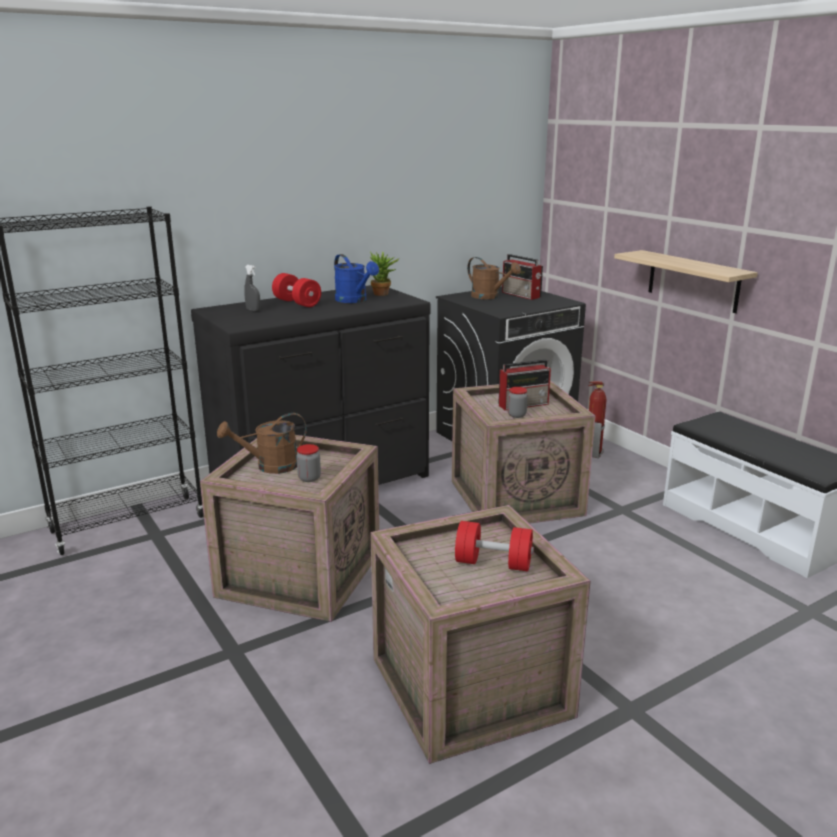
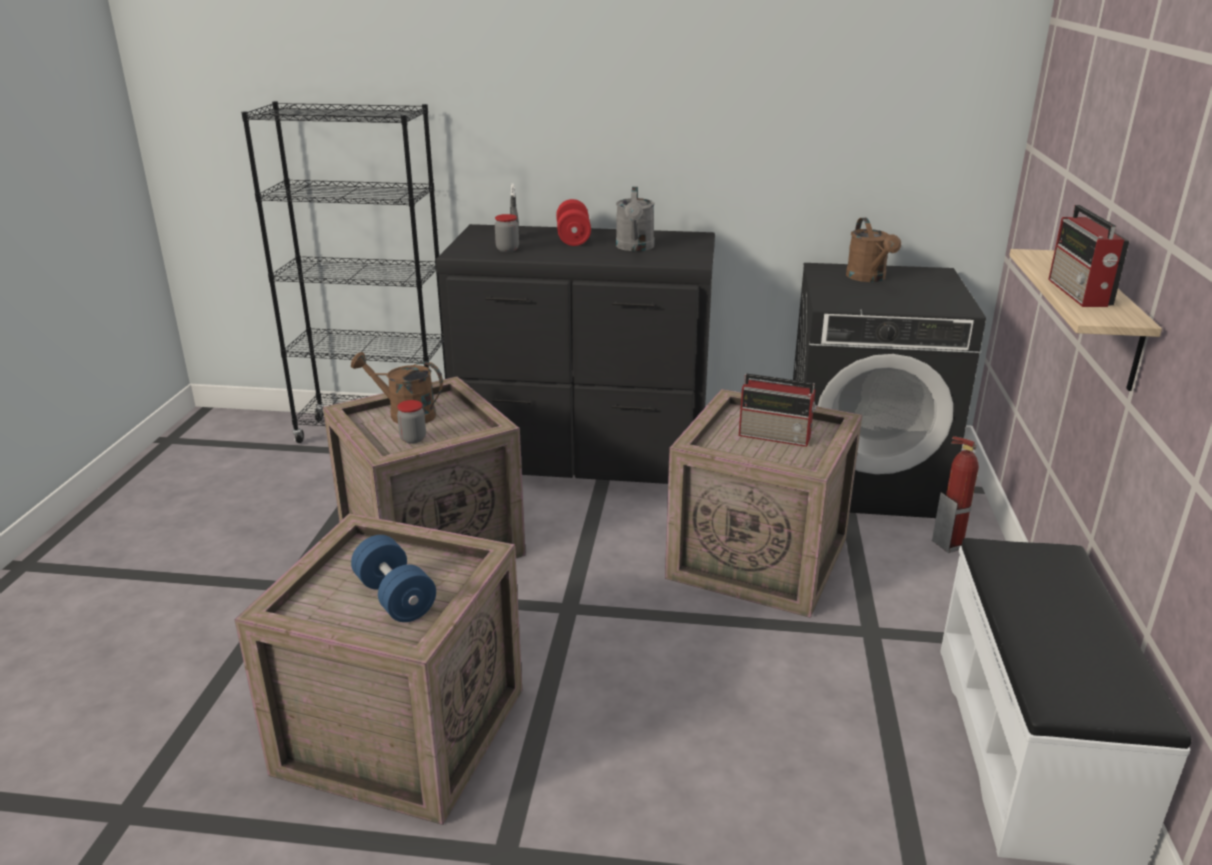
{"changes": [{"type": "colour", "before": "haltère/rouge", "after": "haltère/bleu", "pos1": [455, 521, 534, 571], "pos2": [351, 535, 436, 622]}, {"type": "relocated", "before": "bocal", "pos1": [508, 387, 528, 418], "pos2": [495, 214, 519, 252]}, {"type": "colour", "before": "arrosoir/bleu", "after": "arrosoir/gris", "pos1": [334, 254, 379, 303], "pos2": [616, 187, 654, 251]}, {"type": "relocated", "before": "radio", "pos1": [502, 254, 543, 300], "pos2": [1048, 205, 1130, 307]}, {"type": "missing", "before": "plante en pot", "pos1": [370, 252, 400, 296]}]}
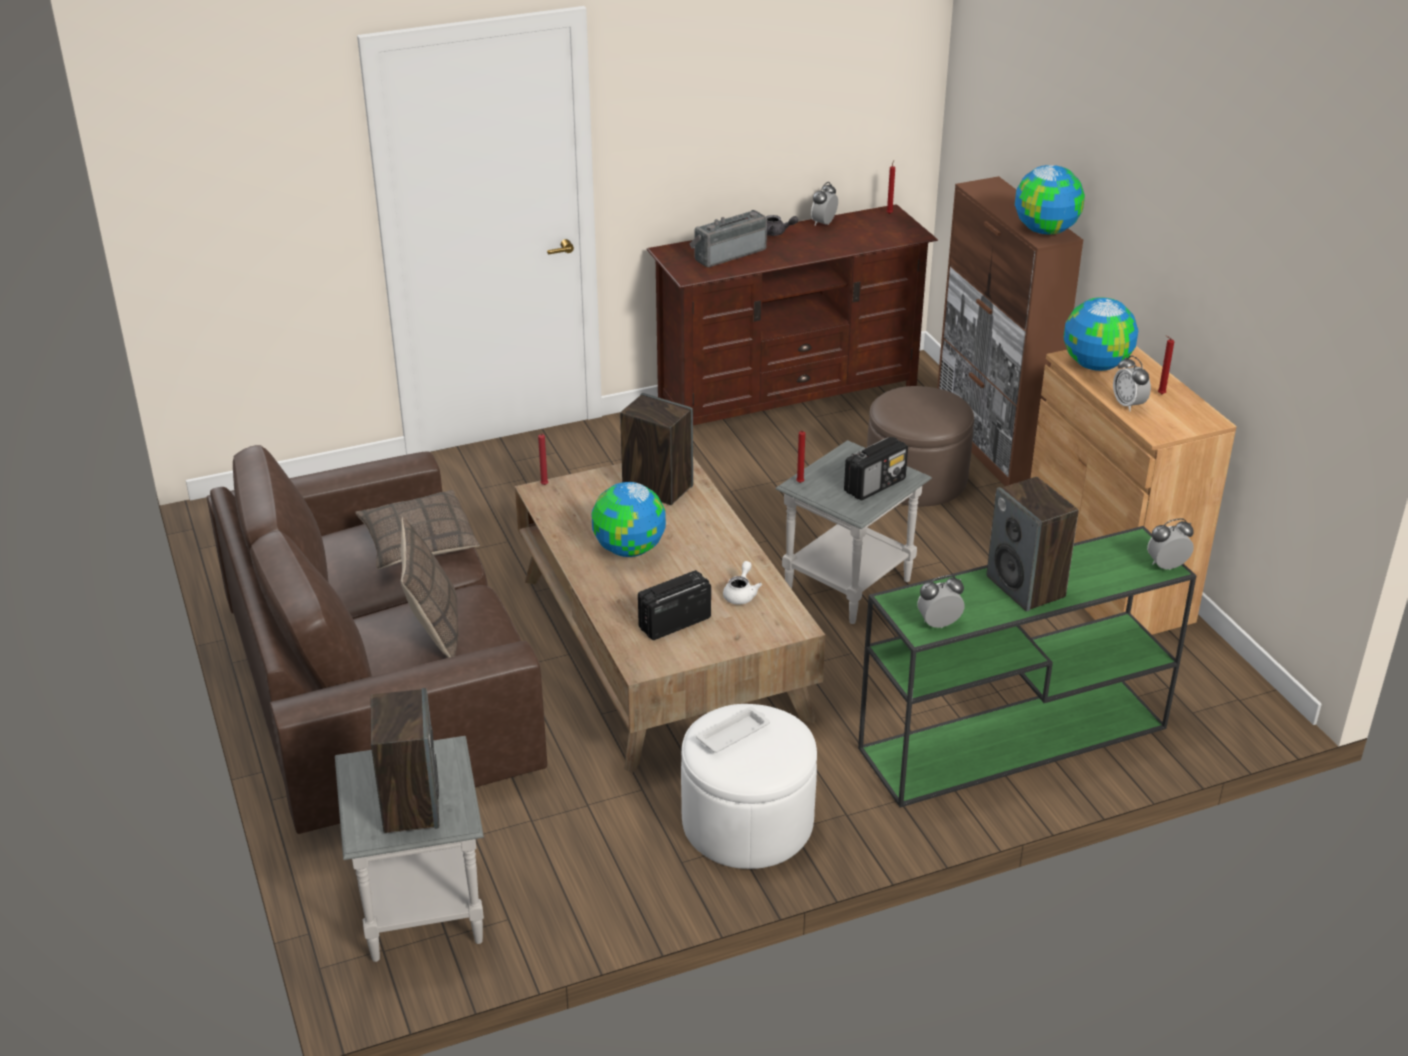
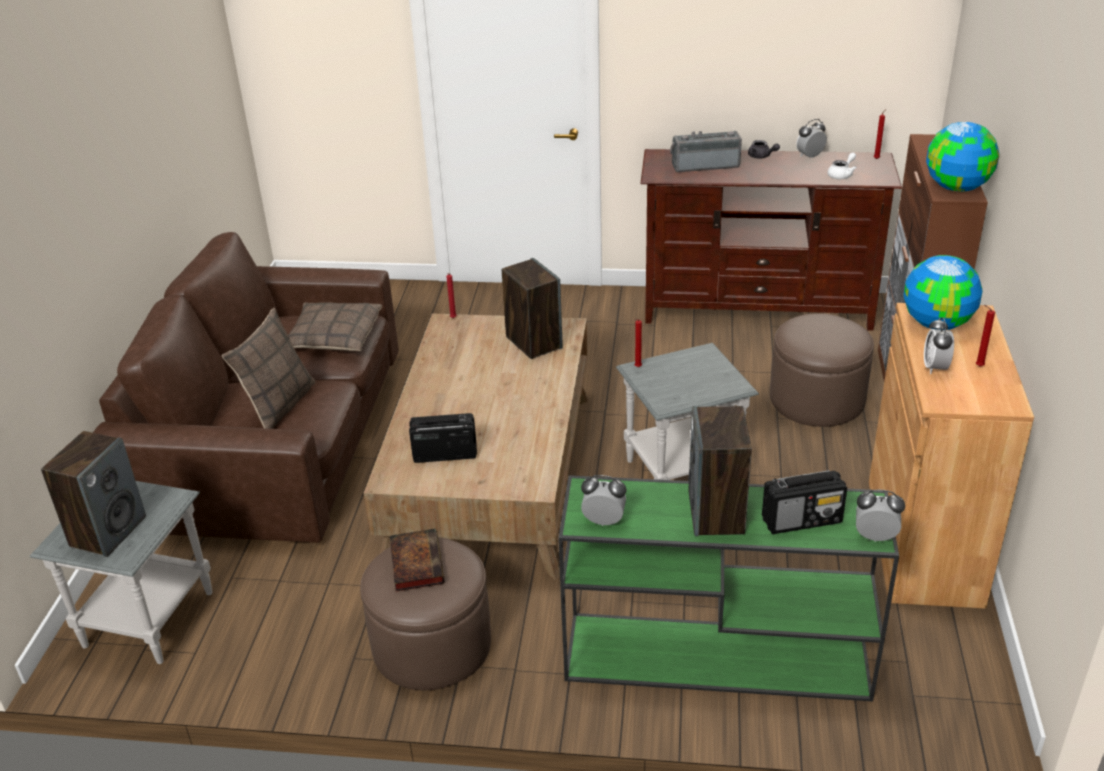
{"changes": [{"type": "colour", "before": "pouf/blanc", "after": "pouf/marron", "pos1": [681, 704, 817, 869], "pos2": [360, 537, 491, 690]}, {"type": "exchanged", "before": "plateau/blanc", "after": "livre", "pos1": [696, 707, 770, 753], "pos2": [390, 529, 445, 591]}, {"type": "relocated", "before": "radio", "pos1": [844, 437, 908, 501], "pos2": [762, 470, 847, 534]}, {"type": "relocated", "before": "théière/blanc", "pos1": [723, 561, 762, 605], "pos2": [827, 152, 857, 180]}, {"type": "missing", "before": "globe", "pos1": [591, 482, 666, 557]}]}
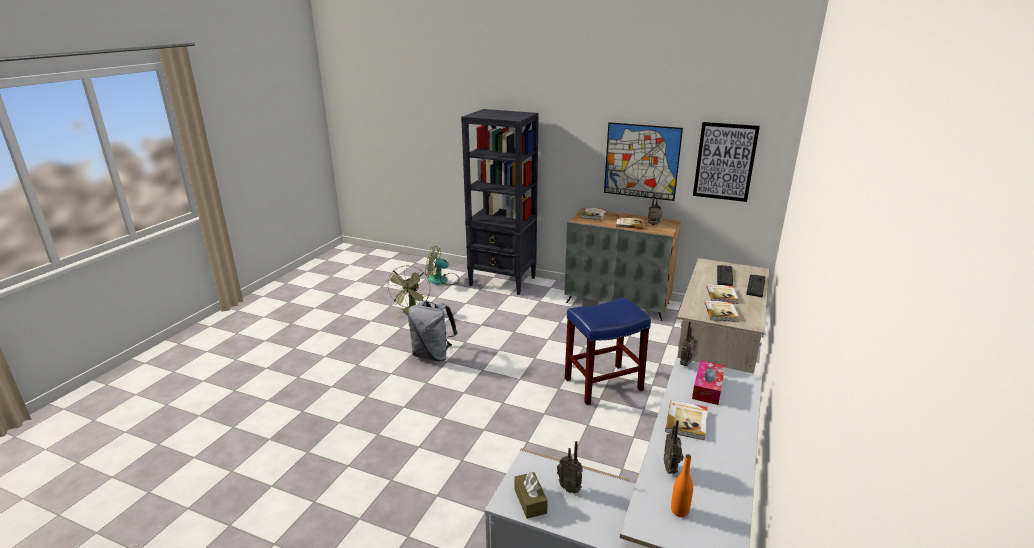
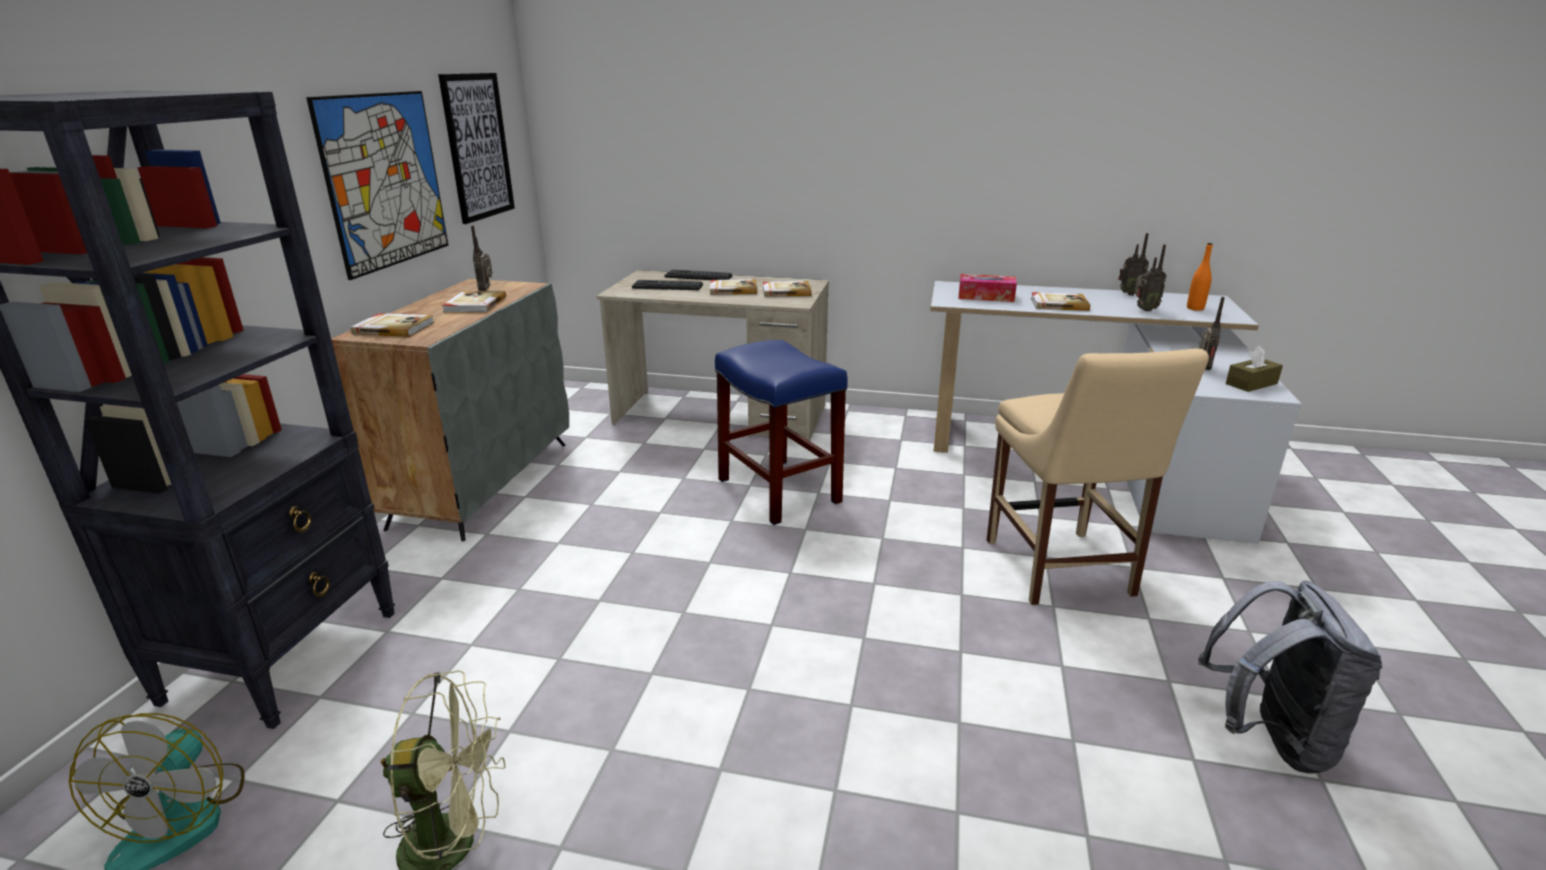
{"changes": [{"type": "appeared", "after": "chaise/beige", "pos2": [987, 349, 1209, 605]}, {"type": "relocated", "before": "radio", "pos1": [680, 321, 698, 366], "pos2": [1118, 233, 1149, 296]}, {"type": "relocated", "before": "sac à dos/gris", "pos1": [408, 300, 457, 361], "pos2": [1198, 580, 1382, 774]}]}
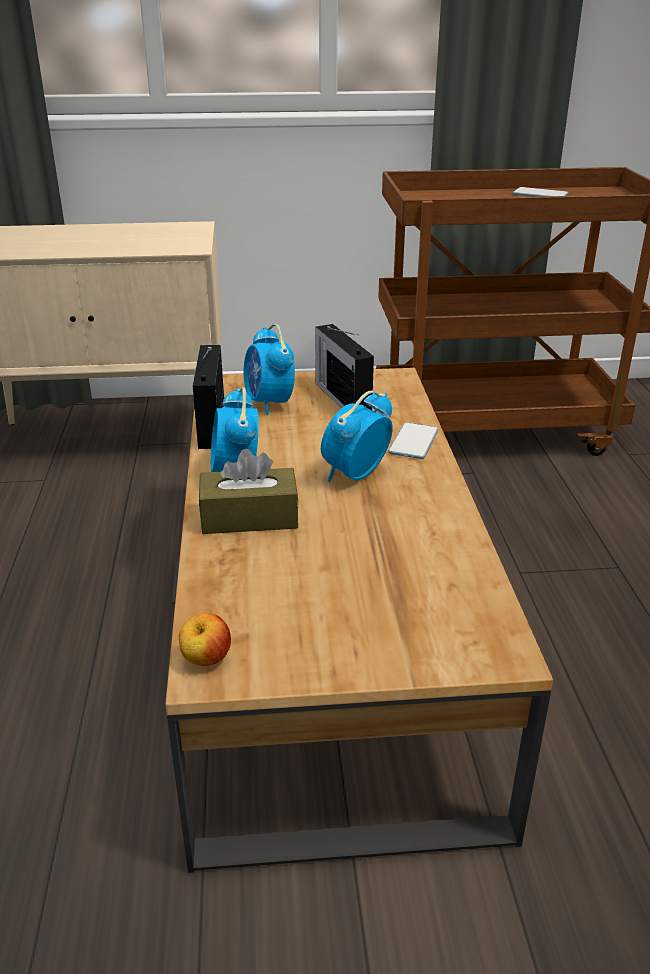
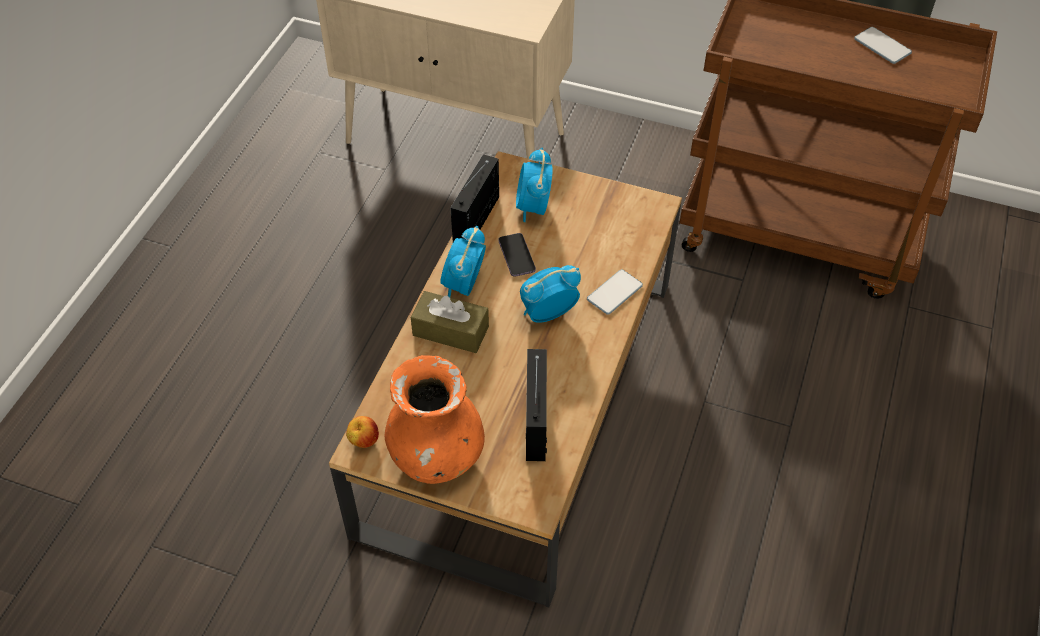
{"changes": [{"type": "appeared", "after": "vase/orange", "pos2": [385, 355, 485, 484]}, {"type": "appeared", "after": "téléphone", "pos2": [498, 233, 536, 277]}, {"type": "relocated", "before": "radio", "pos1": [315, 324, 374, 410], "pos2": [526, 349, 547, 461]}]}
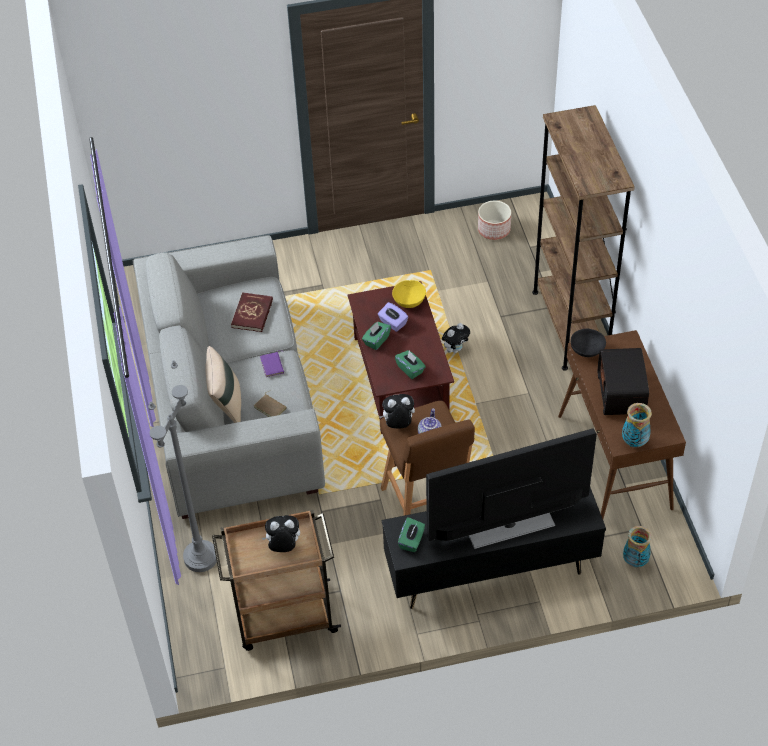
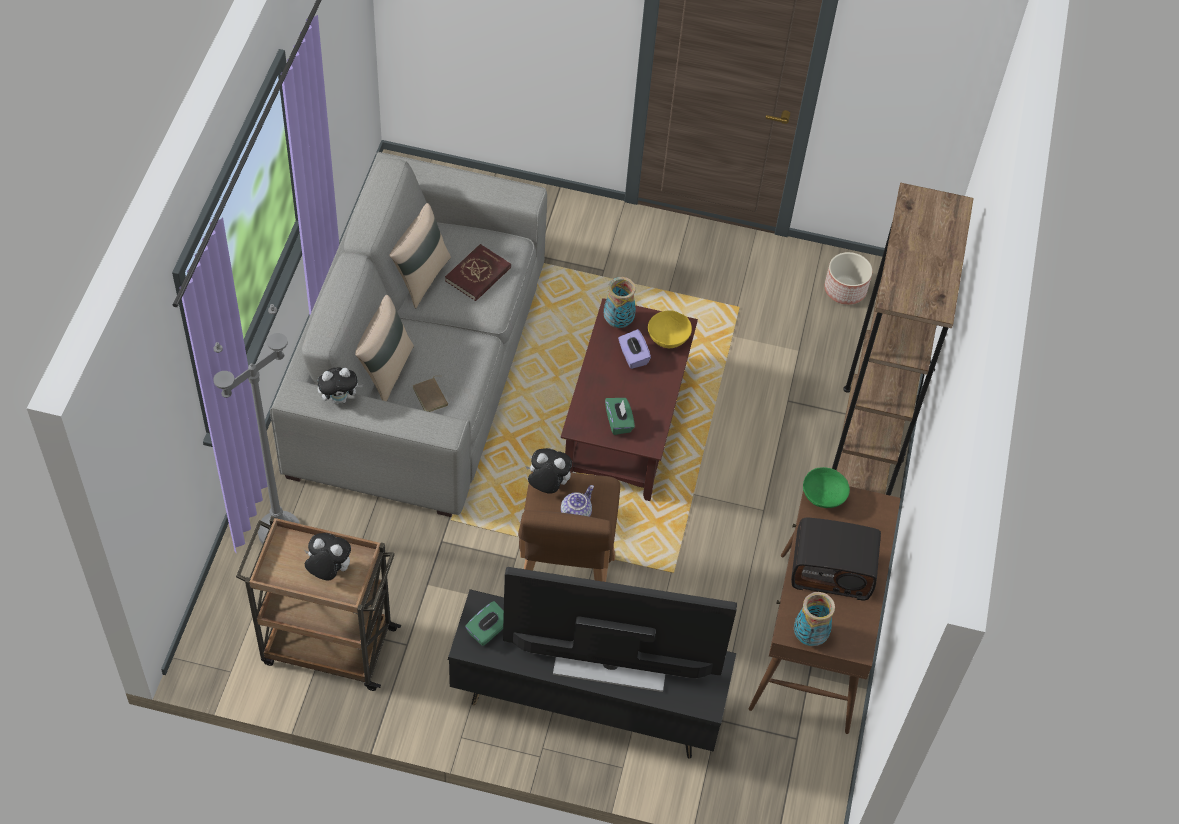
{"changes": [{"type": "relocated", "before": "peluche", "pos1": [442, 323, 470, 353], "pos2": [317, 367, 363, 404]}, {"type": "appeared", "after": "coussin/beige", "pos2": [390, 203, 451, 308]}, {"type": "relocated", "before": "vase", "pos1": [623, 526, 652, 568], "pos2": [604, 277, 636, 328]}, {"type": "spun", "before": "radio", "pos1": [598, 348, 649, 415], "pos2": [791, 517, 881, 601], "turn": -105}, {"type": "colour", "before": "bol/noir", "after": "bol/vert", "pos1": [571, 329, 606, 357], "pos2": [803, 467, 850, 508]}, {"type": "missing", "before": "livre/violet", "pos1": [260, 351, 284, 377]}, {"type": "missing", "before": "boîte à mouchoirs/vert", "pos1": [362, 321, 391, 350]}]}
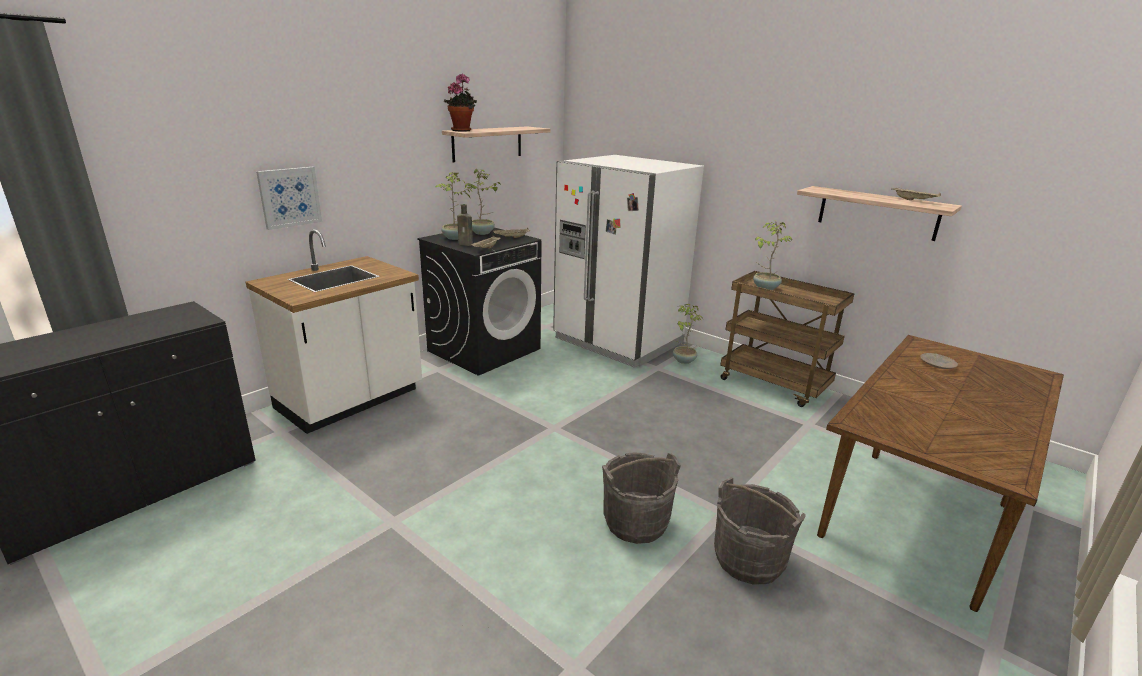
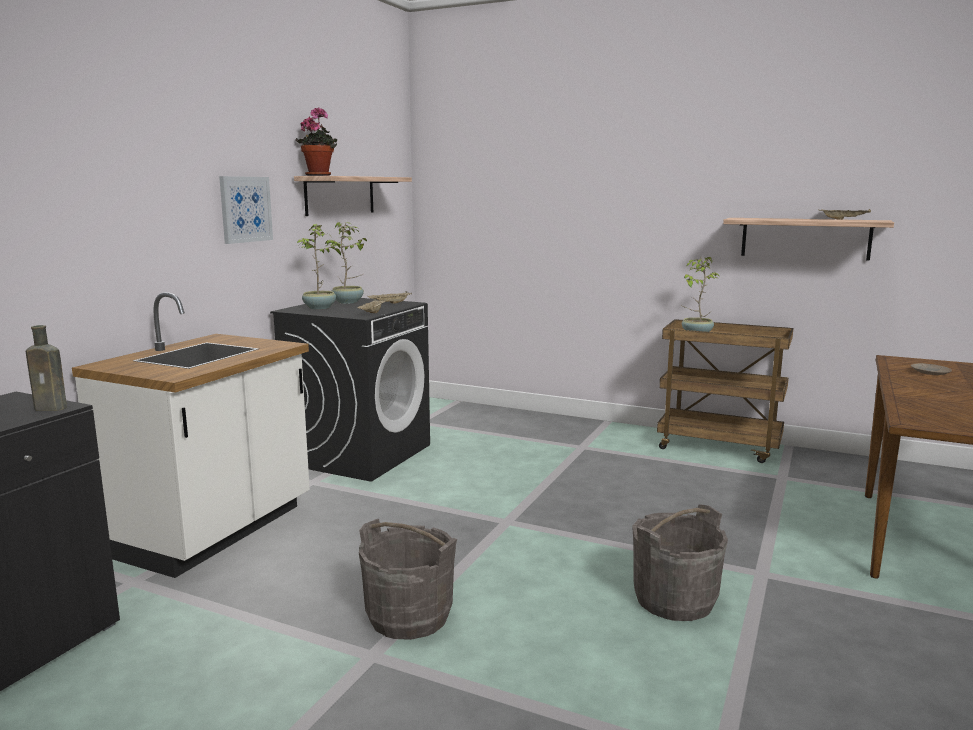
{"changes": [{"type": "relocated", "before": "bouteille/marron", "pos1": [457, 204, 473, 246], "pos2": [26, 325, 67, 411]}, {"type": "relocated", "before": "tableau", "pos1": [256, 167, 322, 230], "pos2": [219, 176, 273, 244]}, {"type": "relocated", "before": "seau/gris", "pos1": [714, 477, 806, 585], "pos2": [359, 519, 457, 640]}, {"type": "missing", "before": "réfrigérateur/blanc", "pos1": [553, 155, 704, 368]}, {"type": "missing", "before": "plante en pot", "pos1": [673, 304, 703, 364]}]}
